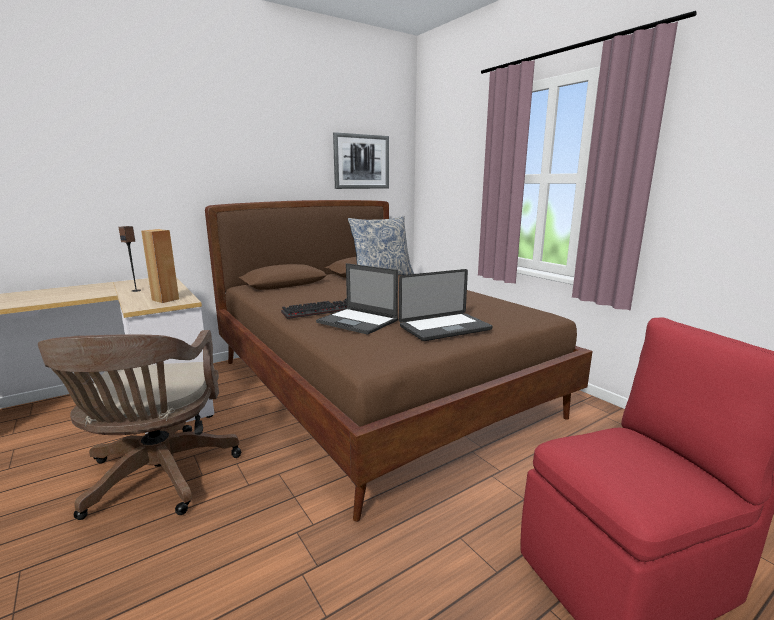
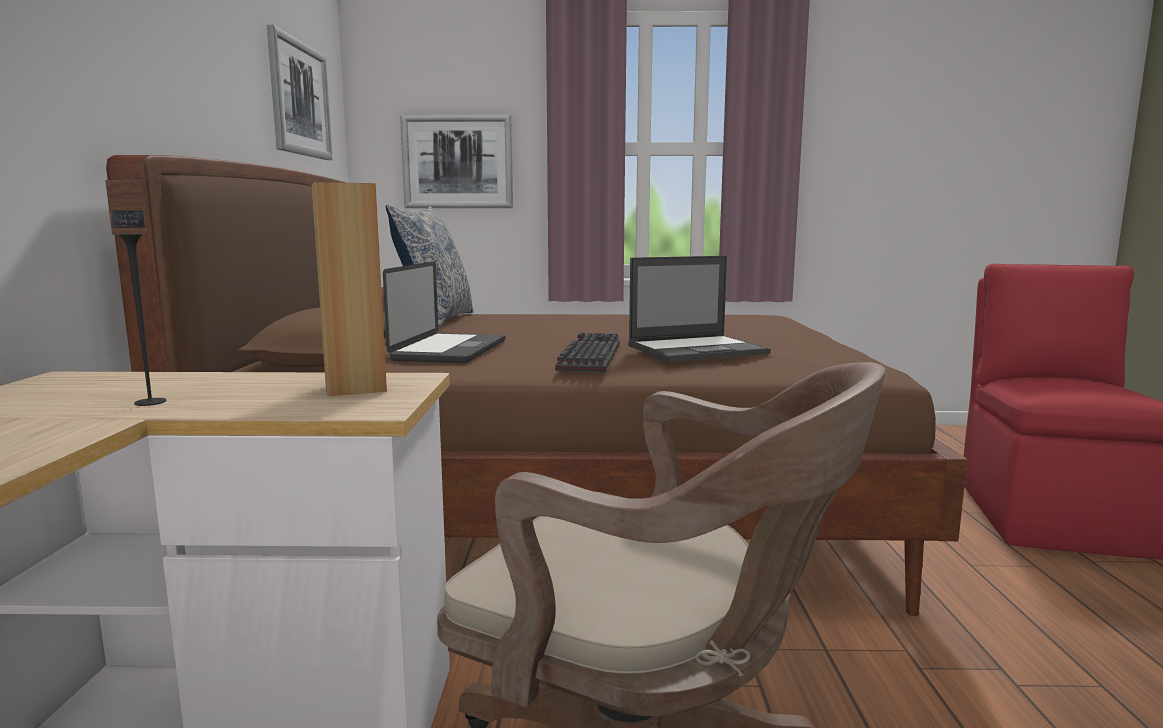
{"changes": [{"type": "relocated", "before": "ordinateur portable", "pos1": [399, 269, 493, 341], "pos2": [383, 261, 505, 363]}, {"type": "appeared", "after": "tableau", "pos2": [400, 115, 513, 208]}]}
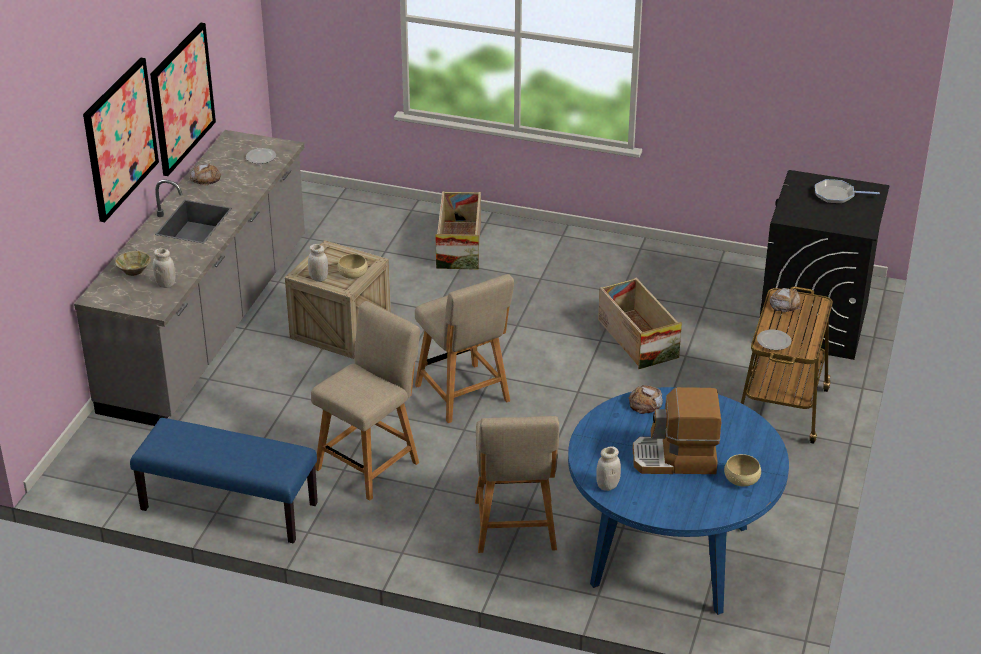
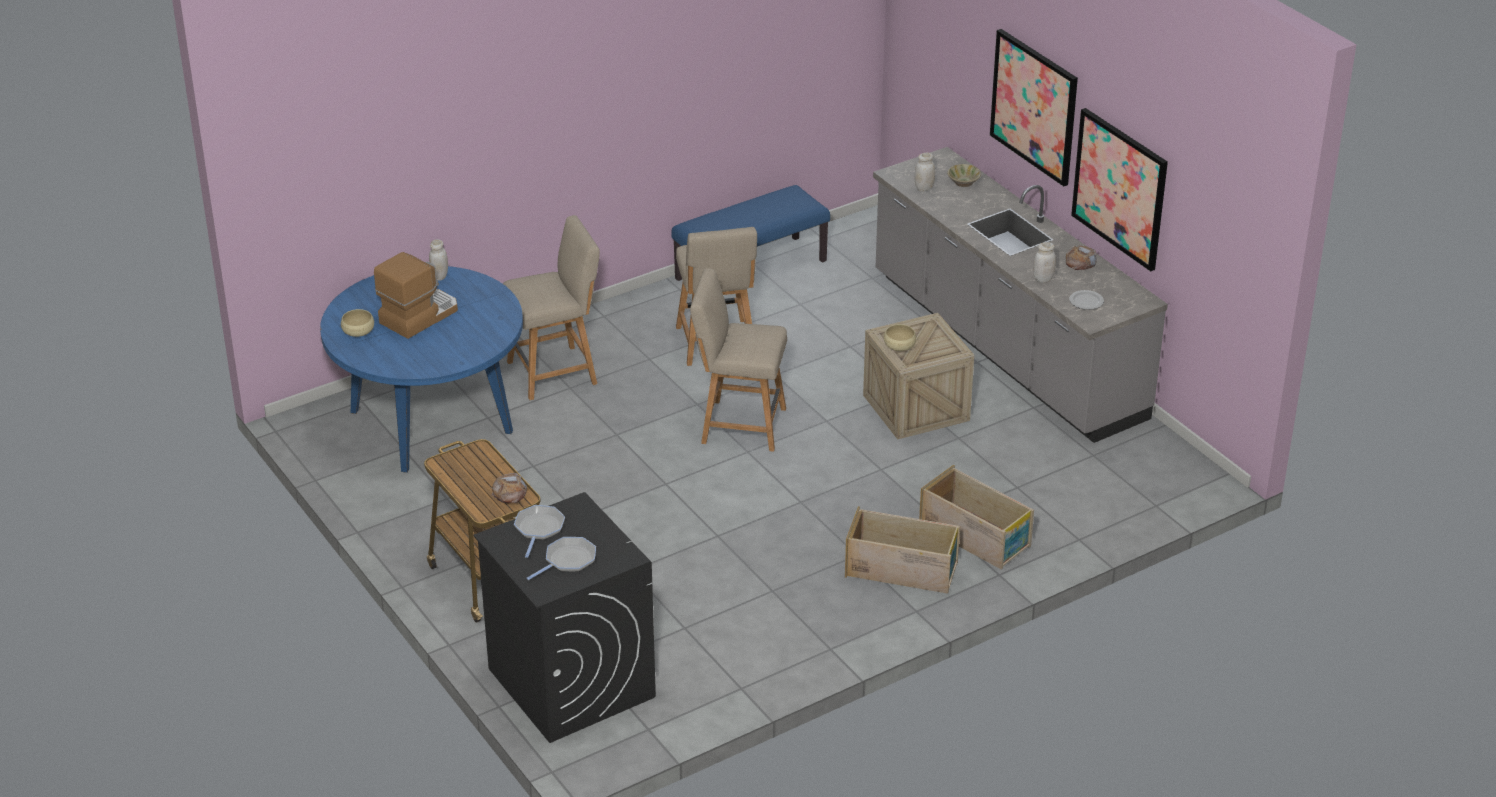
{"changes": [{"type": "spun", "before": "chaise/beige", "pos1": [475, 416, 559, 553], "pos2": [503, 215, 600, 400], "turn": 120}, {"type": "appeared", "after": "poêle", "pos2": [514, 505, 565, 558]}, {"type": "relocated", "before": "caisse", "pos1": [598, 278, 682, 369], "pos2": [845, 506, 960, 594]}, {"type": "relocated", "before": "bocal/blanc", "pos1": [308, 244, 328, 282], "pos2": [1034, 242, 1056, 283]}, {"type": "missing", "before": "pain", "pos1": [629, 385, 663, 414]}, {"type": "missing", "before": "assiette", "pos1": [757, 330, 792, 350]}]}
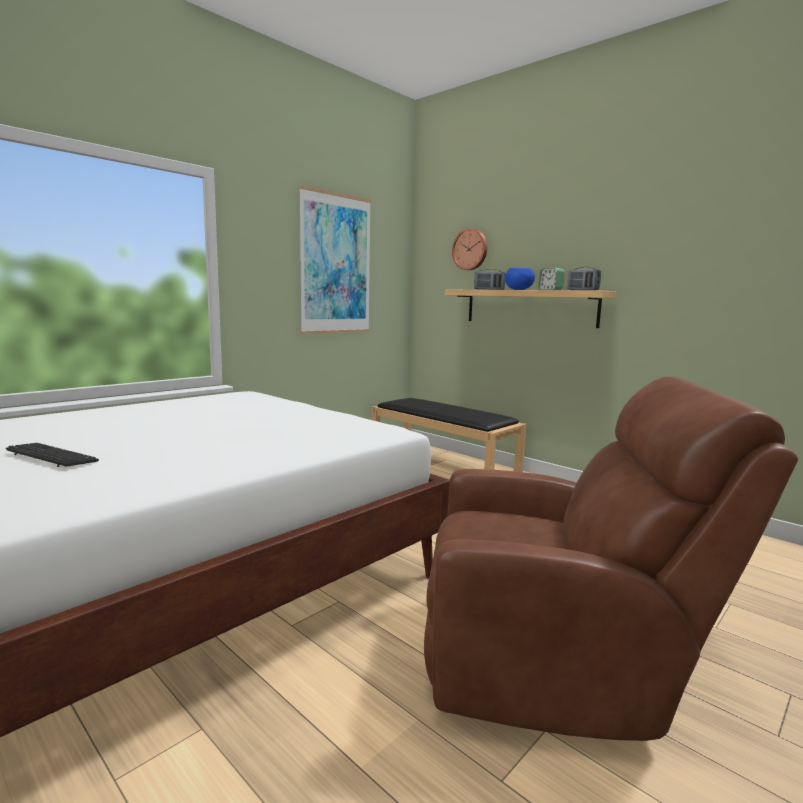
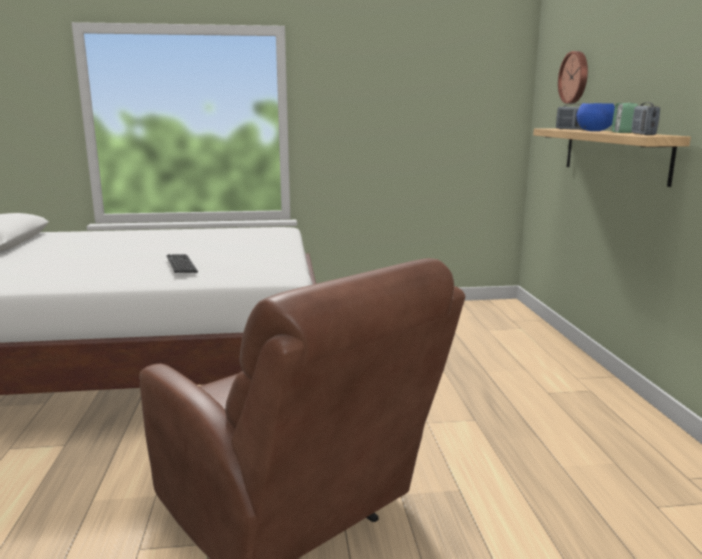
{"changes": [{"type": "relocated", "before": "clavier", "pos1": [6, 443, 99, 467], "pos2": [166, 254, 198, 273]}, {"type": "missing", "before": "tableau", "pos1": [299, 185, 372, 334]}, {"type": "missing", "before": "banc/noir", "pos1": [372, 398, 526, 472]}]}
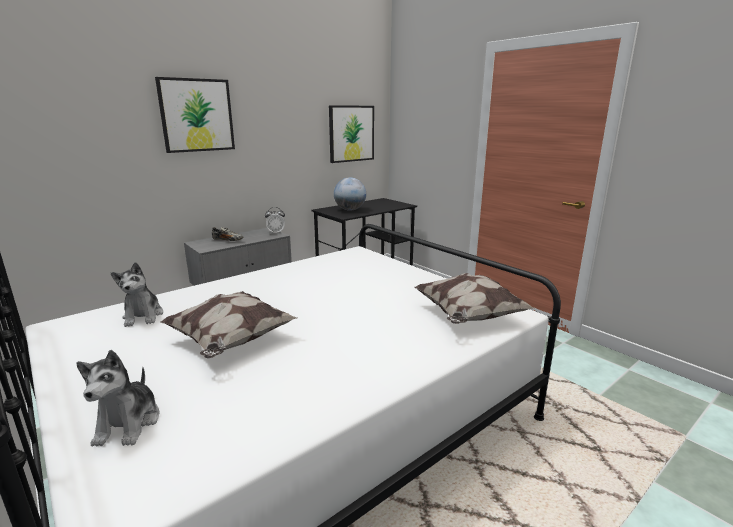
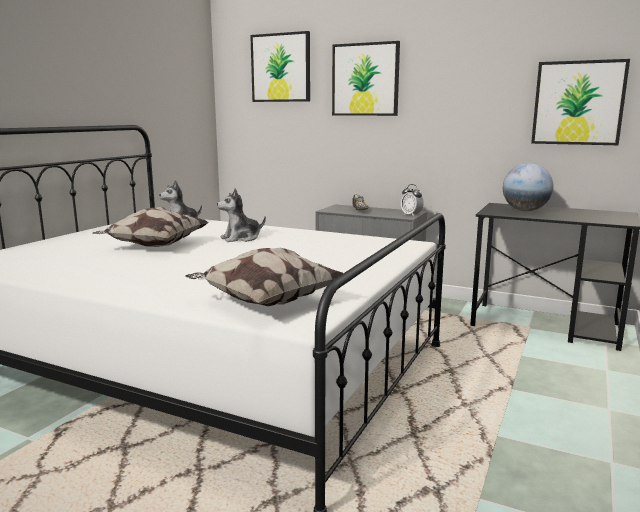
{"changes": [{"type": "relocated", "before": "peluche", "pos1": [76, 350, 159, 447], "pos2": [217, 188, 266, 242]}, {"type": "appeared", "after": "tableau", "pos2": [250, 31, 310, 102]}]}
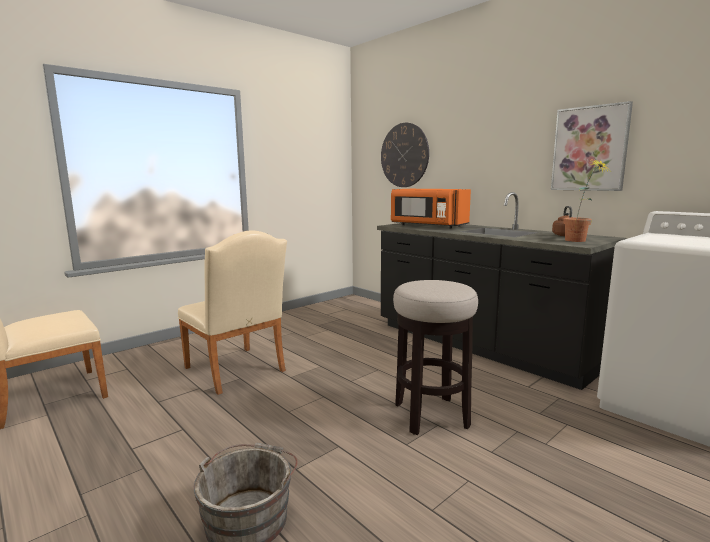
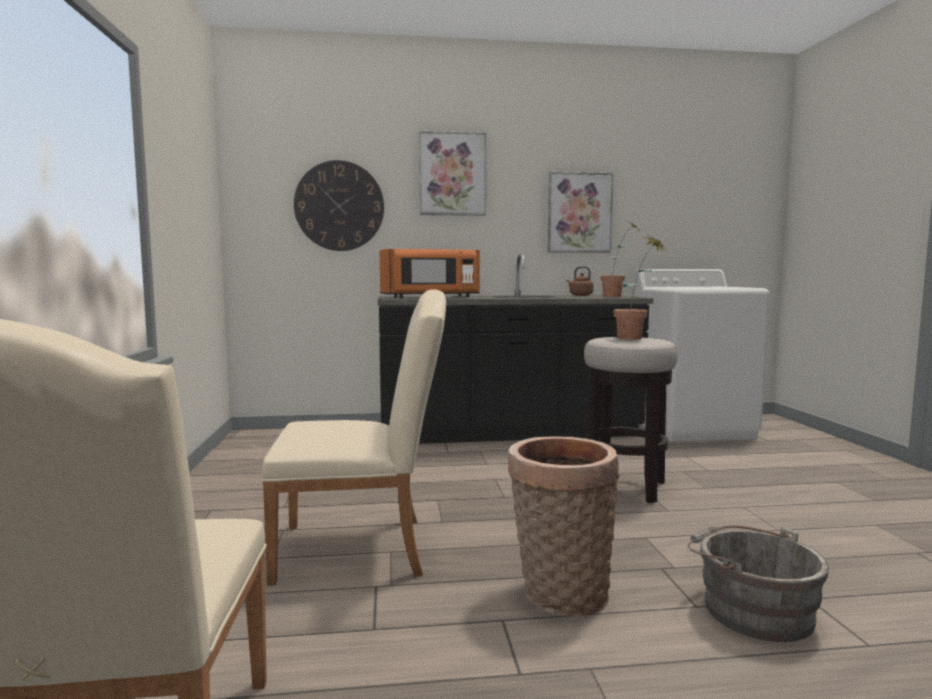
{"changes": [{"type": "appeared", "after": "tableau", "pos2": [419, 131, 486, 216]}, {"type": "appeared", "after": "panier", "pos2": [508, 437, 619, 616]}, {"type": "appeared", "after": "plante en pot", "pos2": [614, 236, 667, 340]}]}
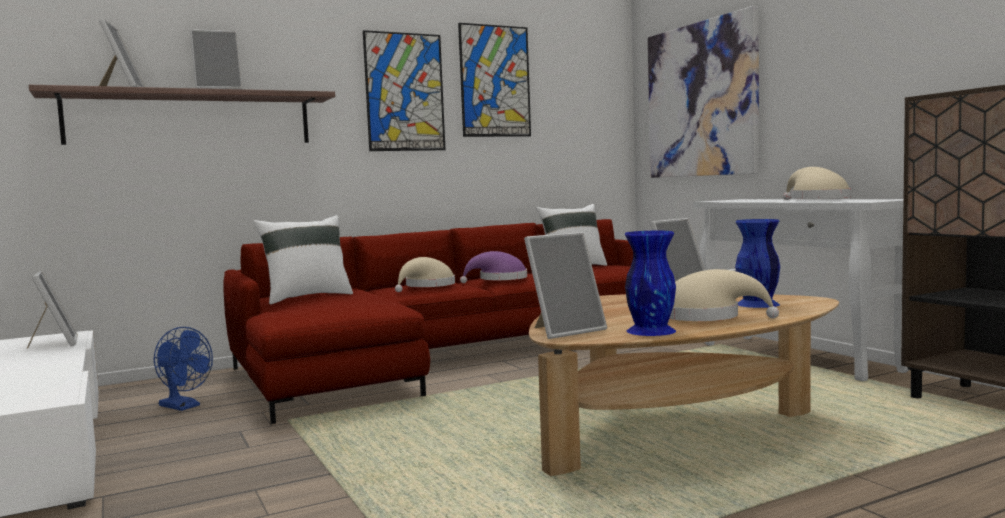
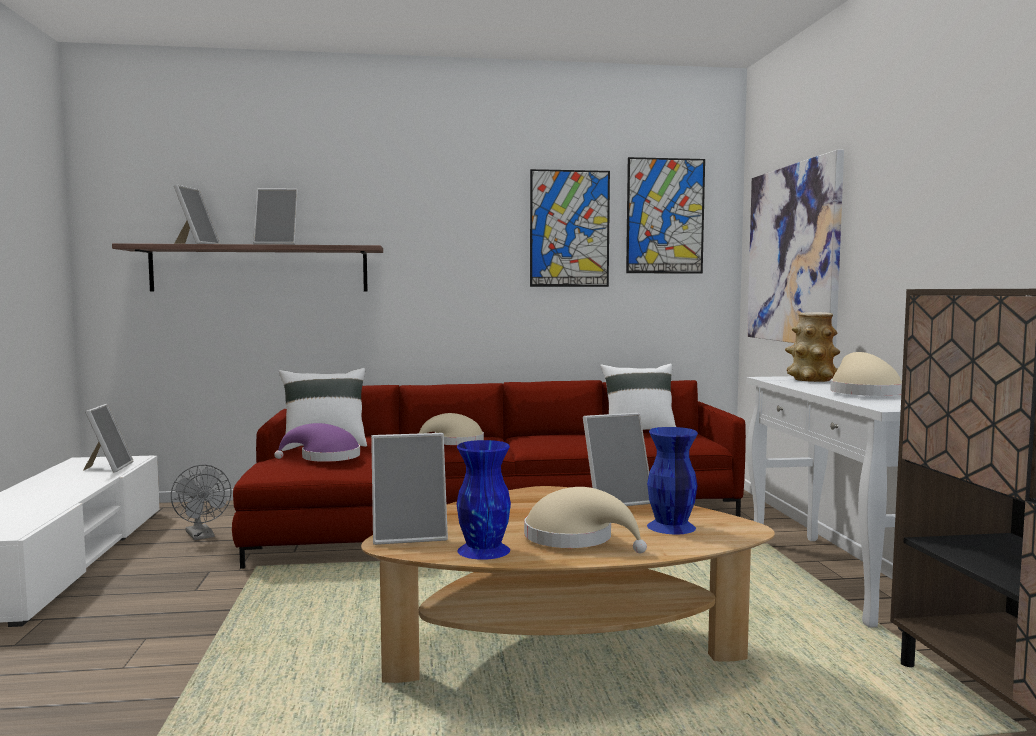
{"changes": [{"type": "colour", "before": "ventilateur/bleu", "after": "ventilateur/gris", "pos1": [153, 327, 213, 411], "pos2": [171, 465, 231, 540]}, {"type": "relocated", "before": "chapeau/violet", "pos1": [460, 251, 527, 283], "pos2": [274, 423, 360, 462]}, {"type": "relocated", "before": "tableau", "pos1": [363, 30, 446, 151], "pos2": [626, 157, 705, 274]}, {"type": "appeared", "after": "vase", "pos2": [785, 312, 840, 382]}]}
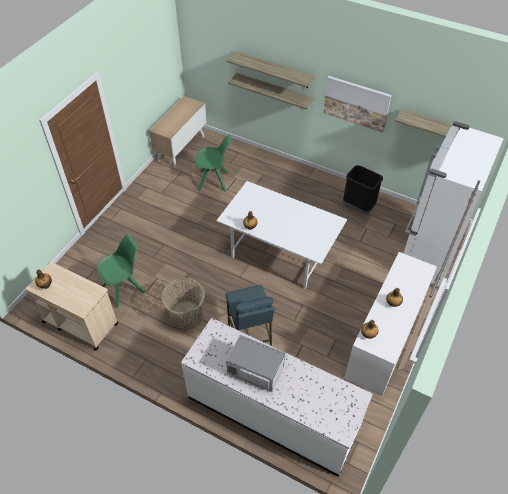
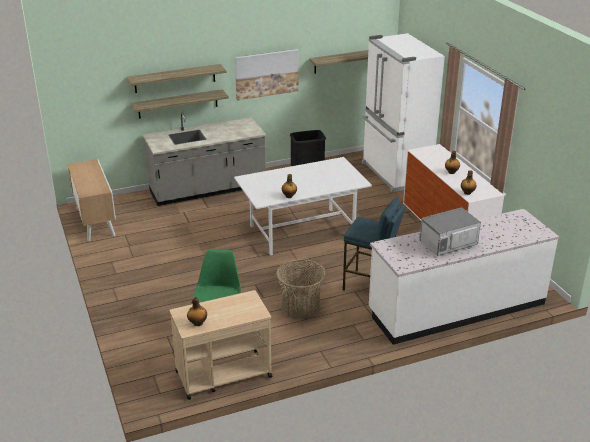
{"changes": [{"type": "appeared", "after": "comptoir de cuisine/gris", "pos2": [143, 113, 266, 206]}, {"type": "missing", "before": "chaise/vert", "pos1": [195, 135, 231, 192]}]}
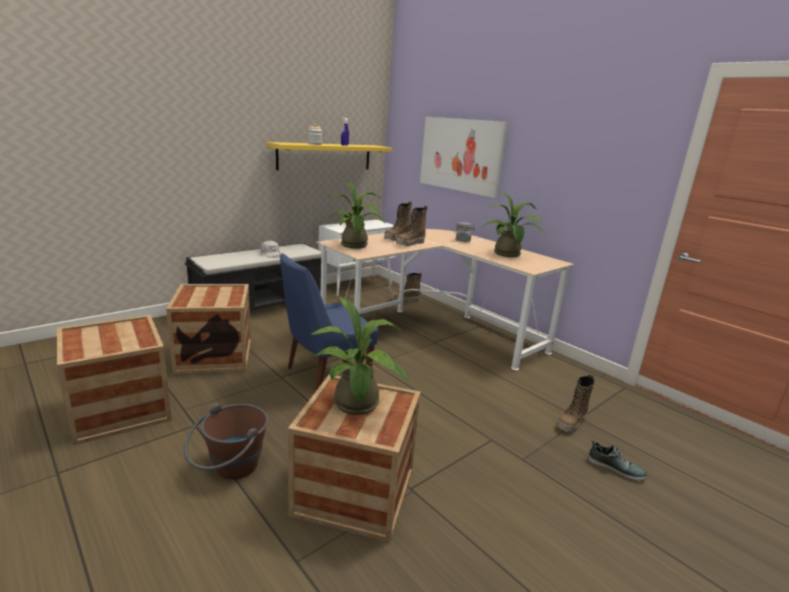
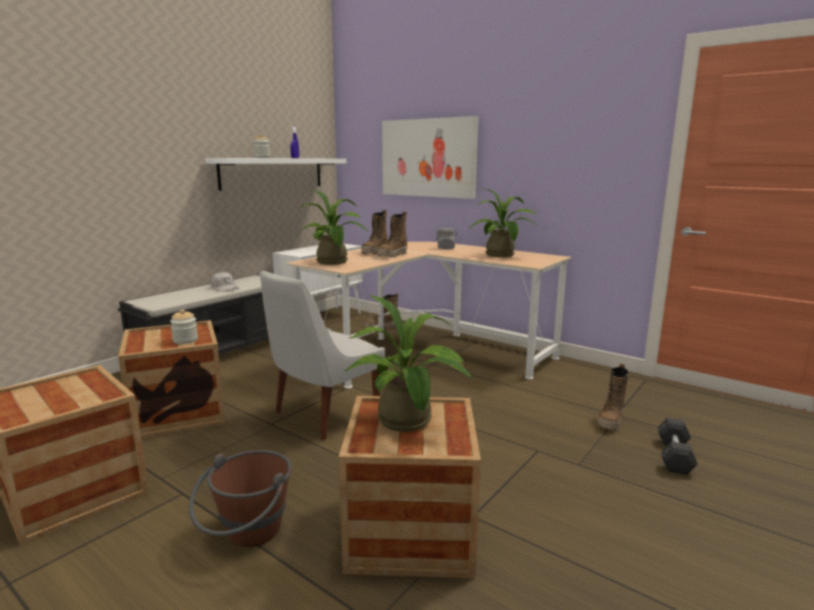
{"changes": [{"type": "appeared", "after": "bocal", "pos2": [170, 309, 198, 344]}, {"type": "colour", "before": "étagère/jaune", "after": "étagère/blanc", "pos1": [266, 142, 392, 170], "pos2": [205, 158, 347, 191]}, {"type": "colour", "before": "chaise/bleu", "after": "chaise/blanc", "pos1": [280, 253, 378, 392], "pos2": [260, 271, 385, 440]}, {"type": "exchanged", "before": "chaussure", "after": "haltère/gris", "pos1": [588, 440, 647, 481], "pos2": [658, 418, 698, 475]}]}
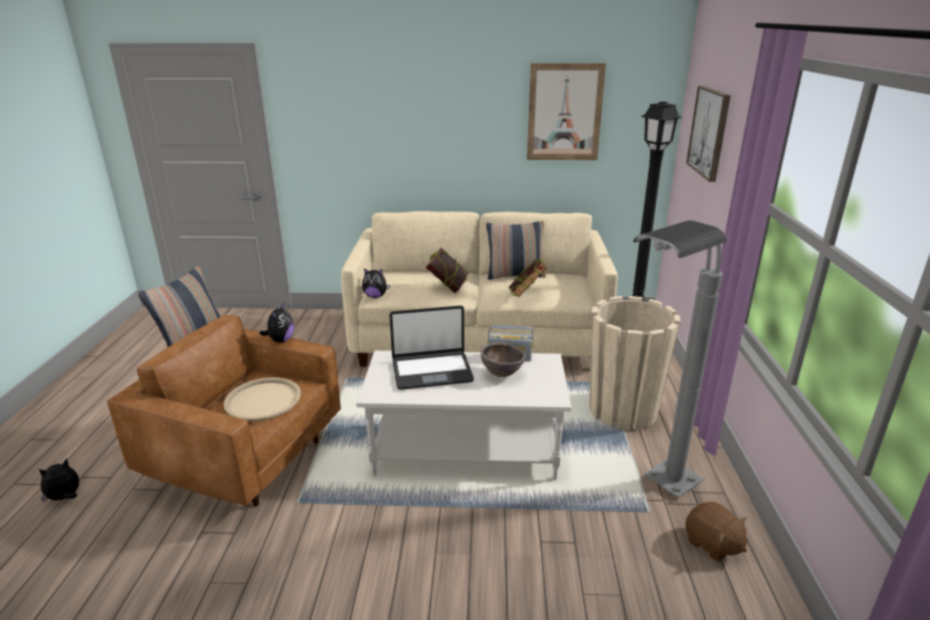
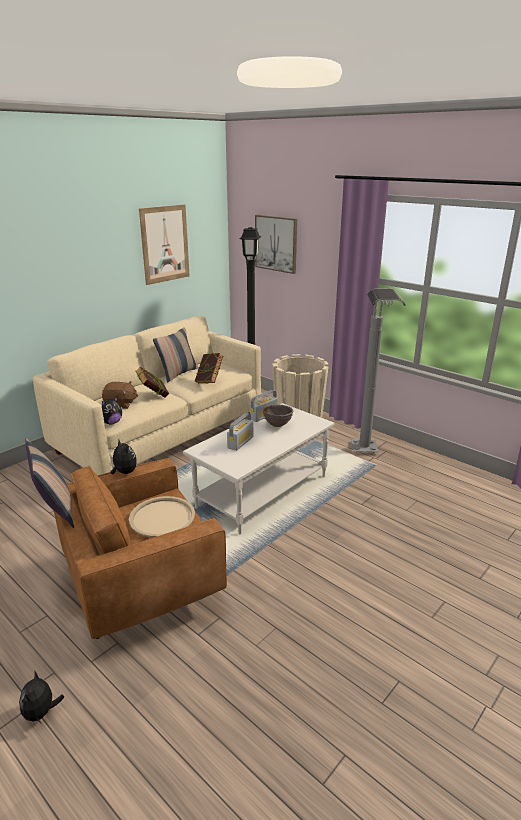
{"changes": [{"type": "relocated", "before": "peluche/marron", "pos1": [685, 502, 747, 562], "pos2": [102, 381, 138, 409]}, {"type": "exchanged", "before": "ordinateur portable", "after": "radio", "pos1": [389, 306, 474, 390], "pos2": [227, 413, 253, 451]}]}
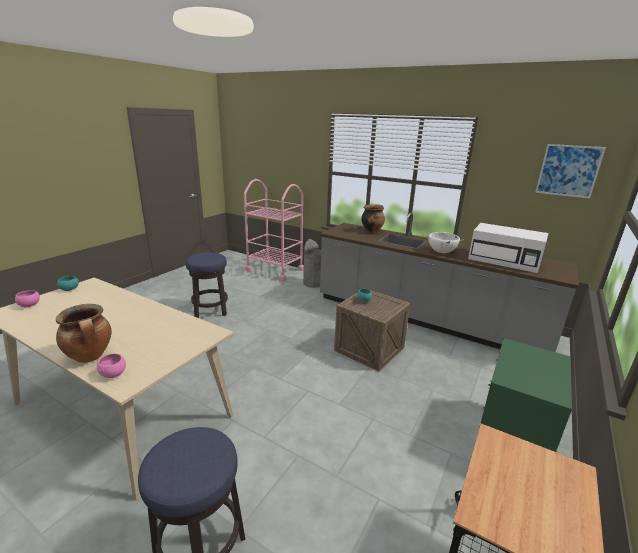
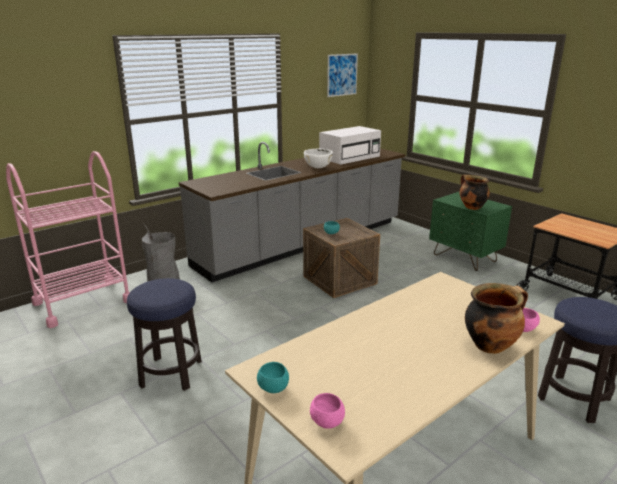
{"changes": [{"type": "relocated", "before": "marmite", "pos1": [361, 204, 385, 233], "pos2": [460, 175, 490, 210]}]}
